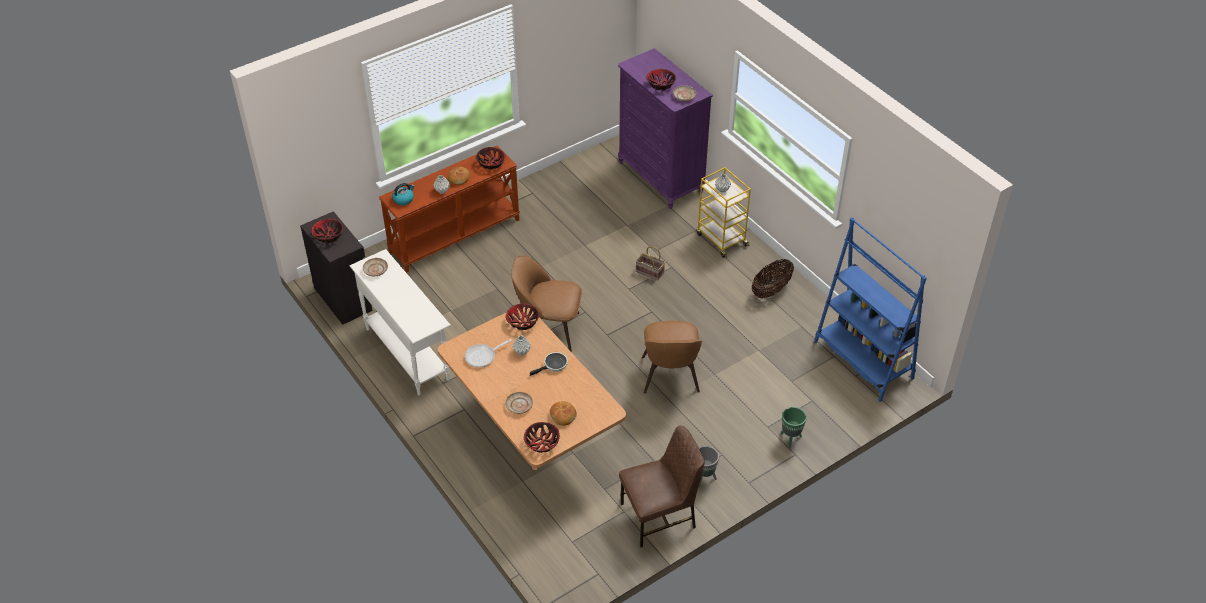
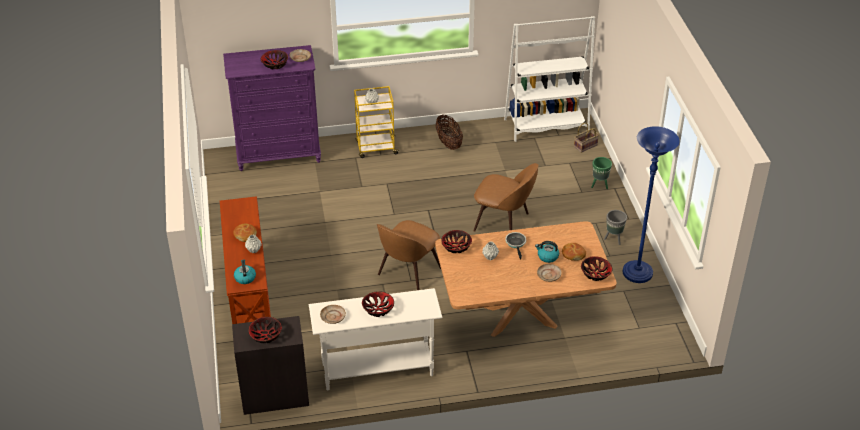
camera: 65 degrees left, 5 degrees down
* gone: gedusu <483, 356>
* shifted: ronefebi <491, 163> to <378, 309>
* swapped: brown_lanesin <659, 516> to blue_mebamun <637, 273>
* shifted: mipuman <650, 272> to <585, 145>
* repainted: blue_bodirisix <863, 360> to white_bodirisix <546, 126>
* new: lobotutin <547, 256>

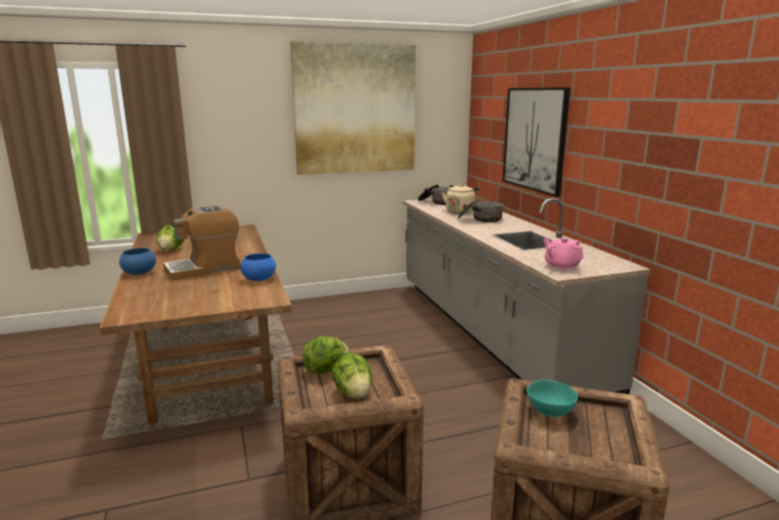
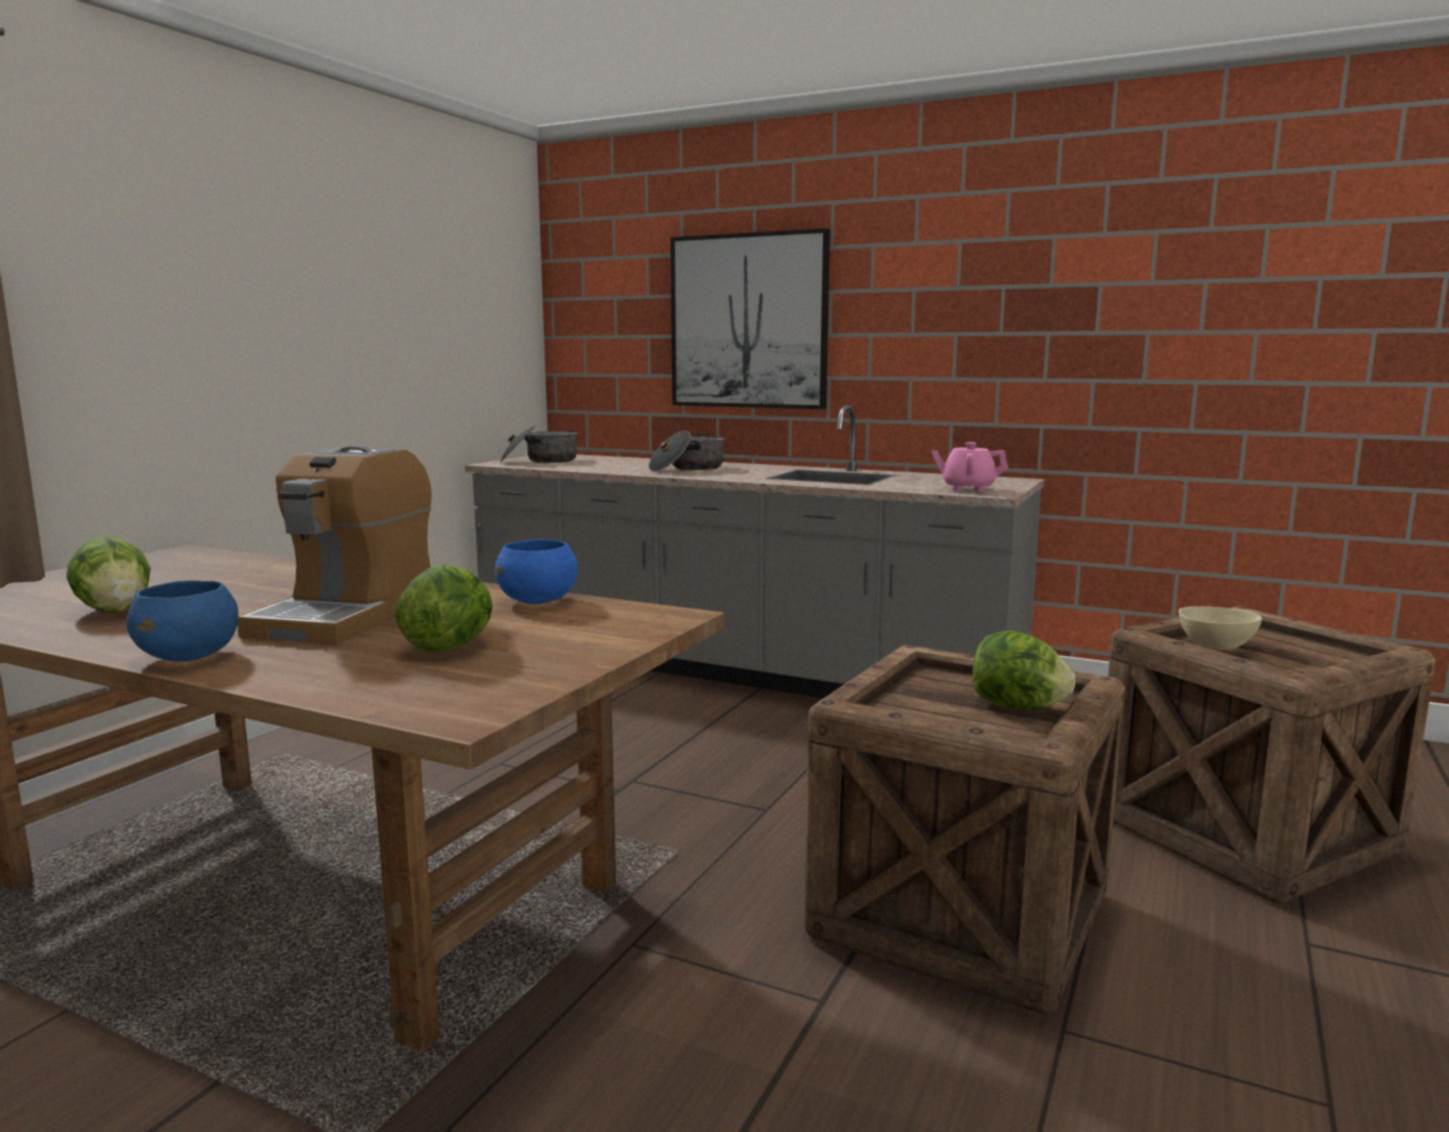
camera: 45 degrees left, 5 degrees down
* gone: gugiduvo <355, 109>
* shifted: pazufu <327, 370> to <450, 646>
* gone: beige_lobotutin <460, 211>
* repainted: turquoise_ronefebi <550, 412> to beige_ronefebi <1217, 647>

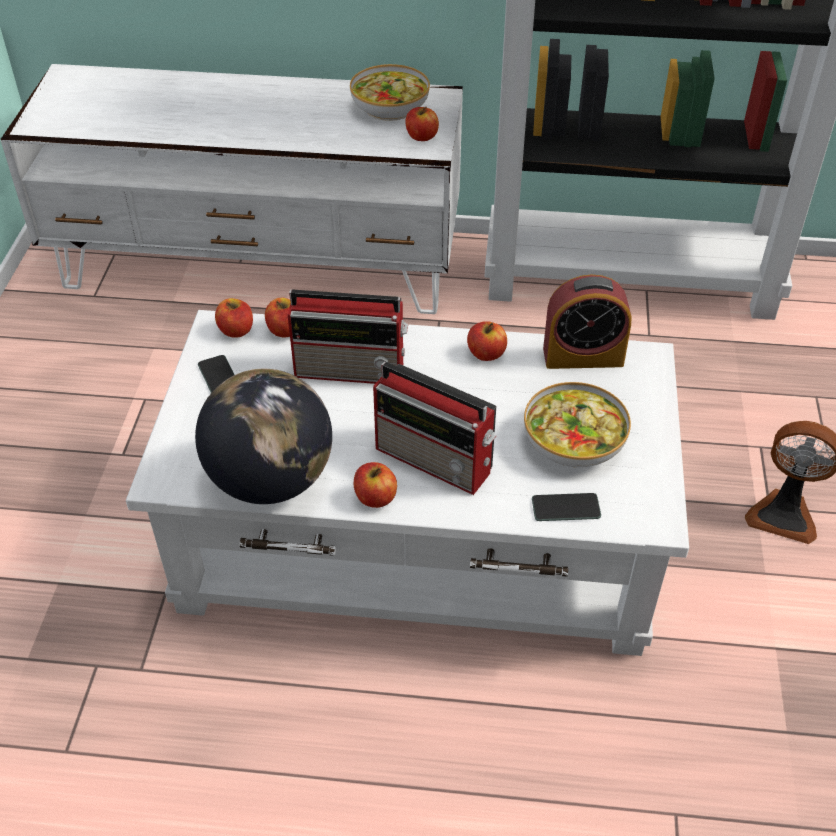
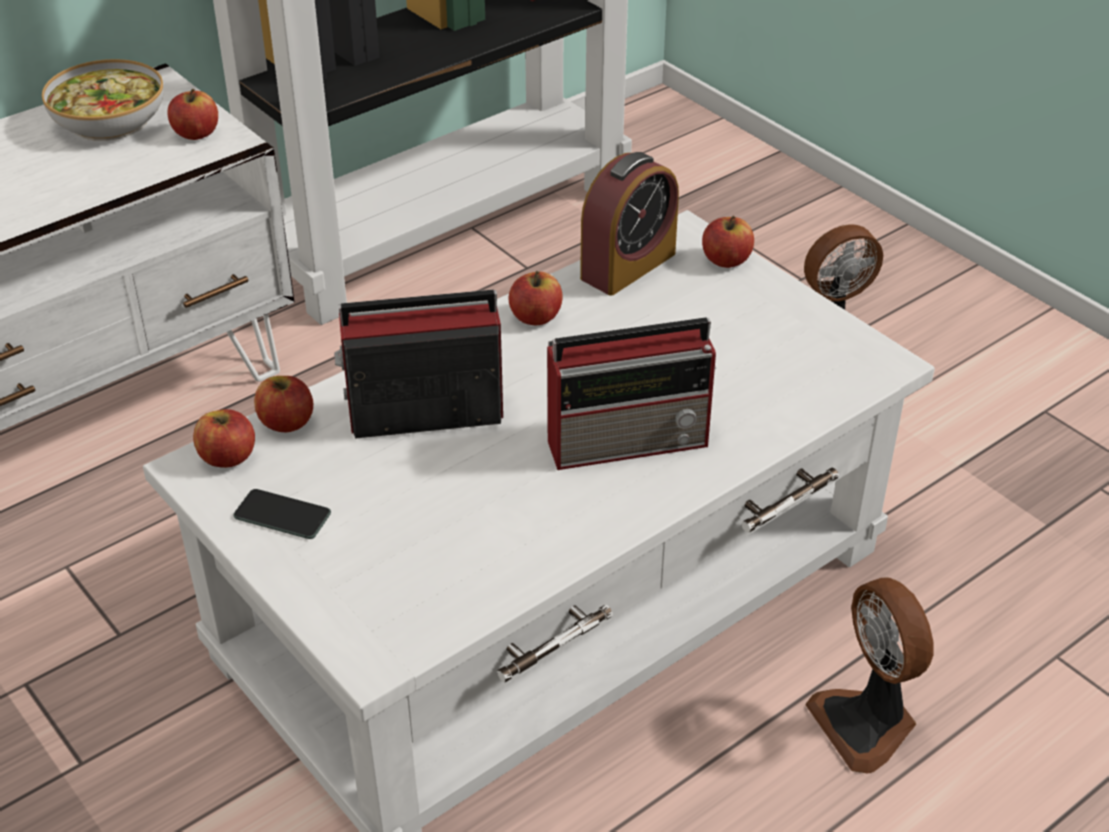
camera: 45 degrees left, 5 degrees down
* gone: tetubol <270, 480>
* rotated: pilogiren <352, 369> = <422, 414> 150 degrees counterclockwise
* shifted: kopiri <375, 497> to <726, 260>
* gone: ronefebi <573, 442>
* gone: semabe <566, 508>
* new: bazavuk <866, 724>

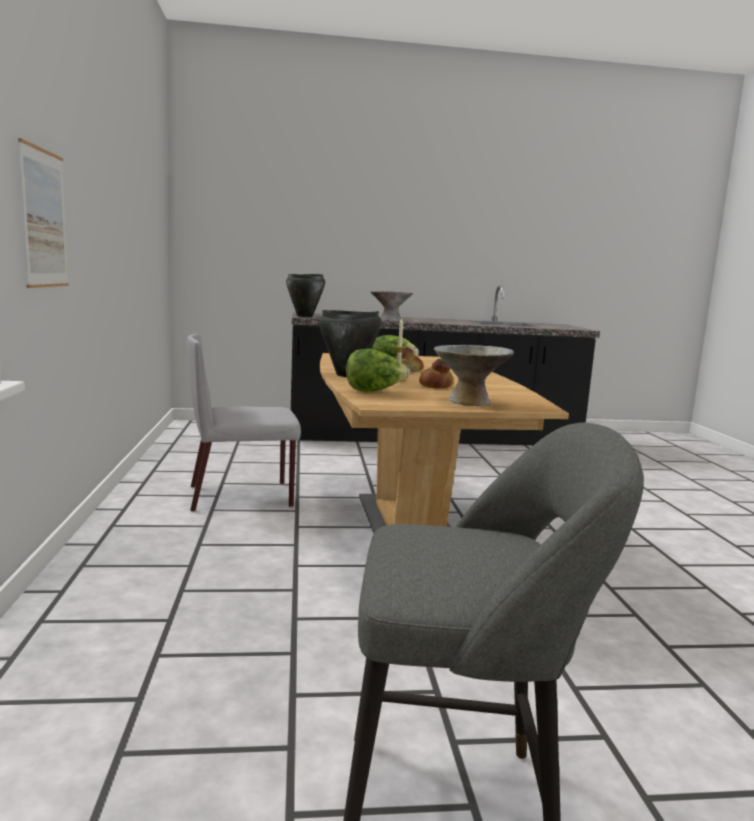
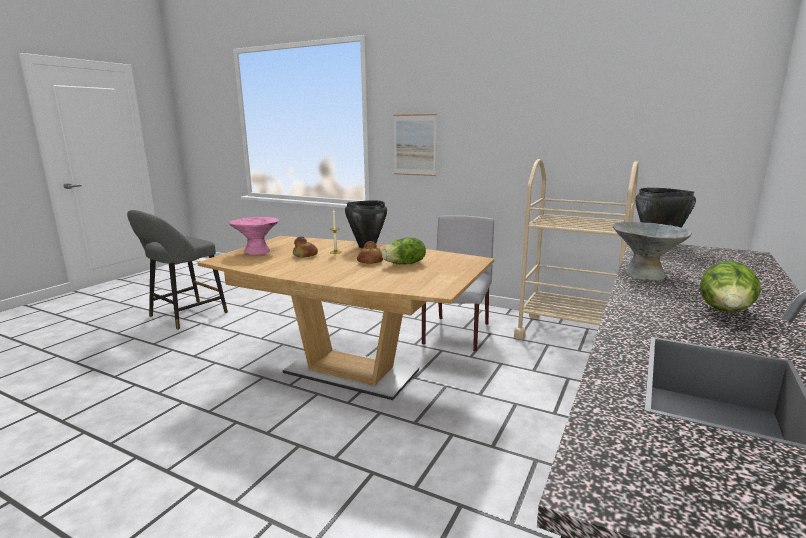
camera: 125 degrees right, 5 degrees up
* shifted: pazufu <374, 392> to <725, 312>
* repainted: grey_ronefebi <469, 401> to pink_ronefebi <257, 251>
* new: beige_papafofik <568, 334>

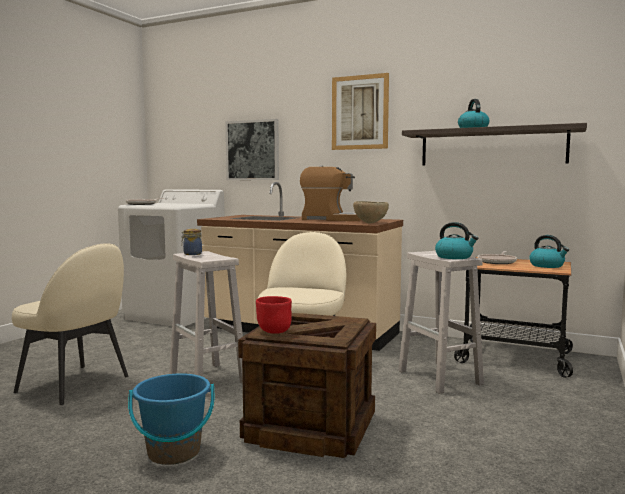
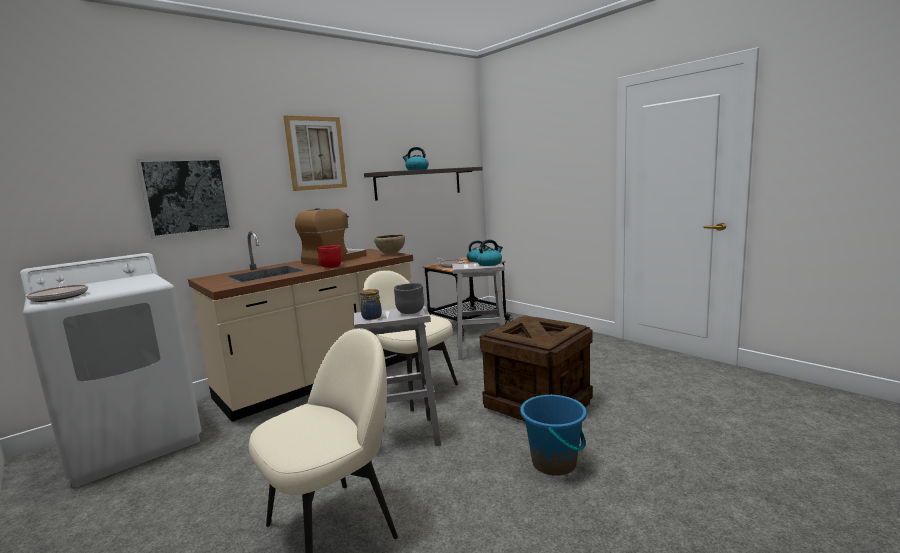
camera: 65 degrees left, 5 degrees up
* shifted: red_ronefebi <274, 331> to <331, 267>
* new: grey_ronefebi <410, 312>

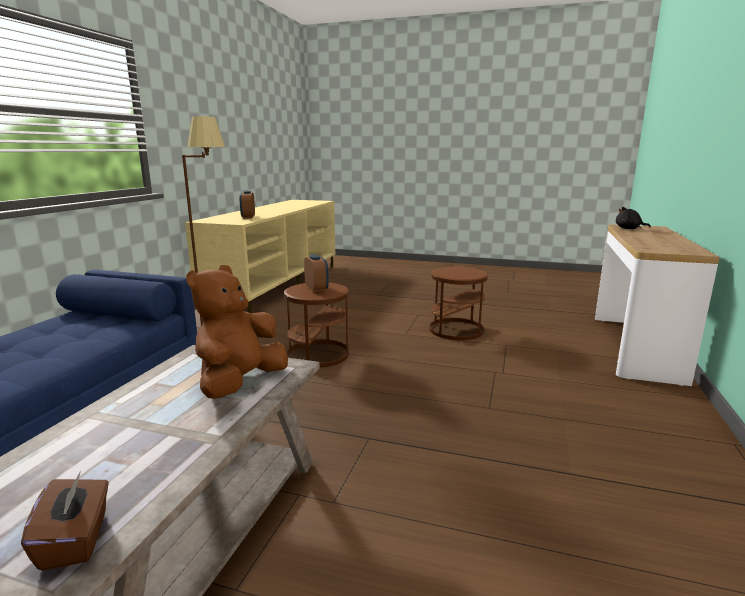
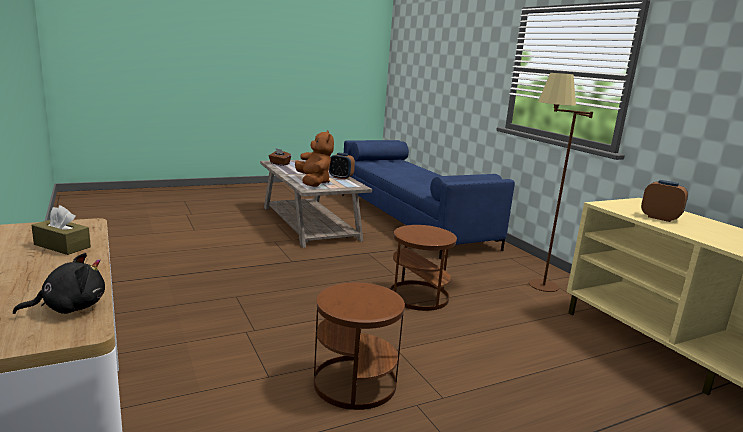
camera: 135 degrees right, 0 degrees up
* shifted: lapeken <316, 289> to <341, 177>
* new: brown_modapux <62, 246>

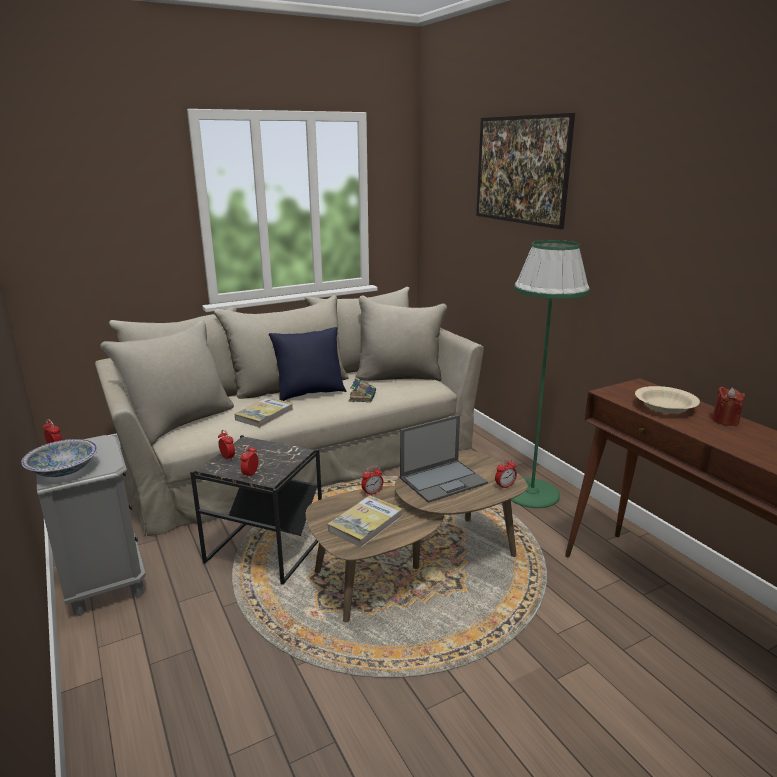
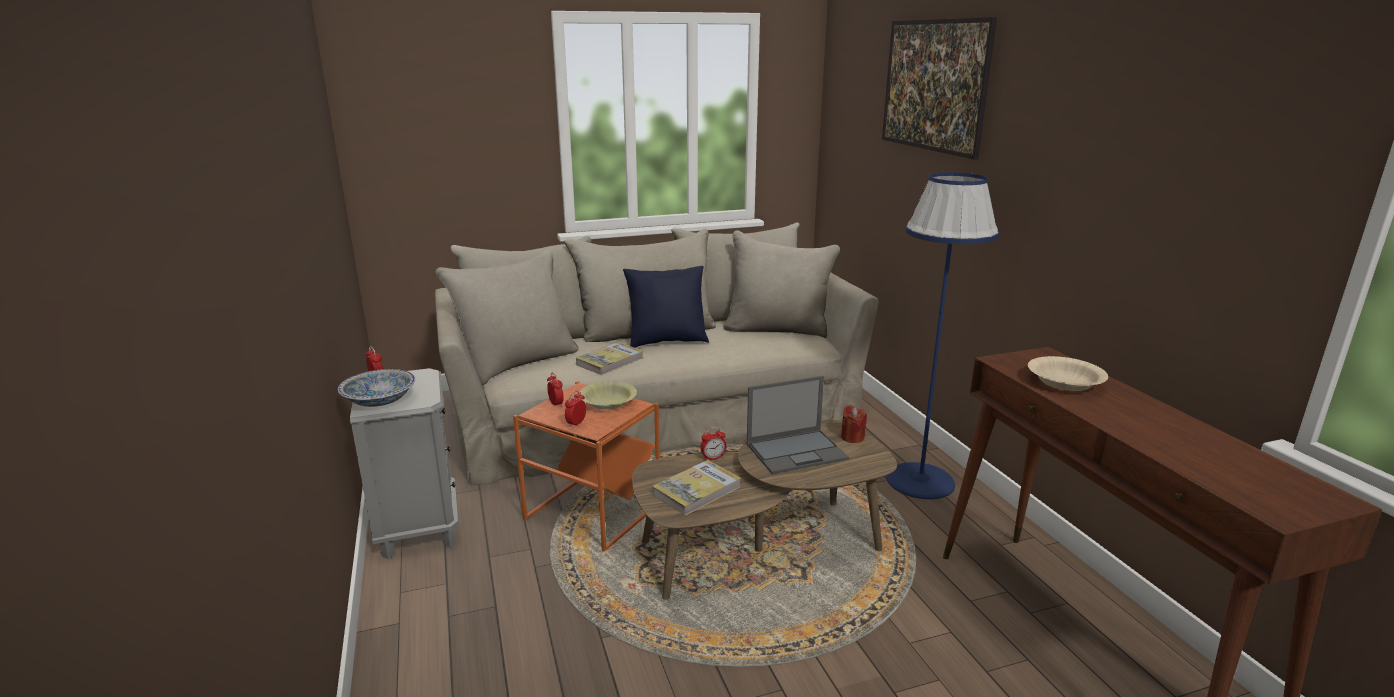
camera: 10 degrees right, 0 degrees up
* repainted: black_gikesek <265, 550> to orange_gikesek <593, 513>
* gone: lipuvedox <362, 396>
* gone: lapeken <505, 486>
* repainted: green_mebamun <532, 493> to blue_mebamun <920, 481>
* shifted: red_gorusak <725, 420> to <852, 437>
* new: yellow_ronefebi <608, 403>

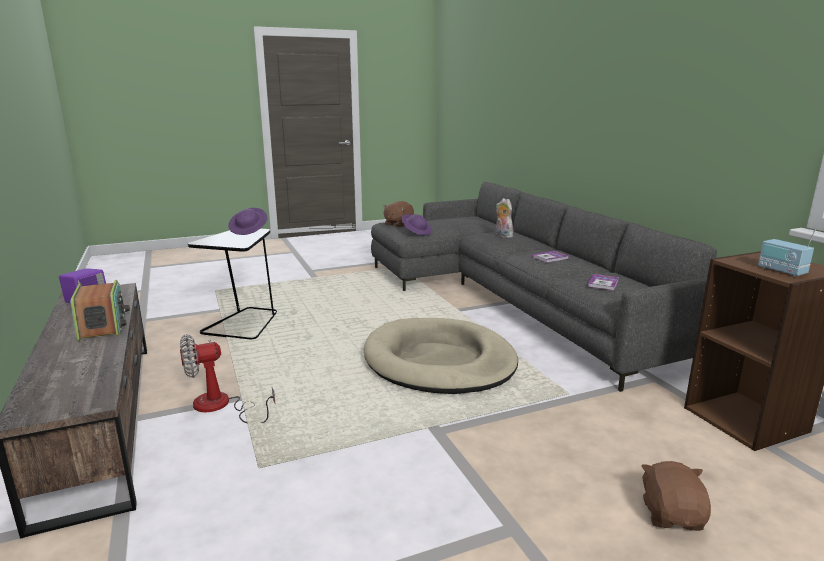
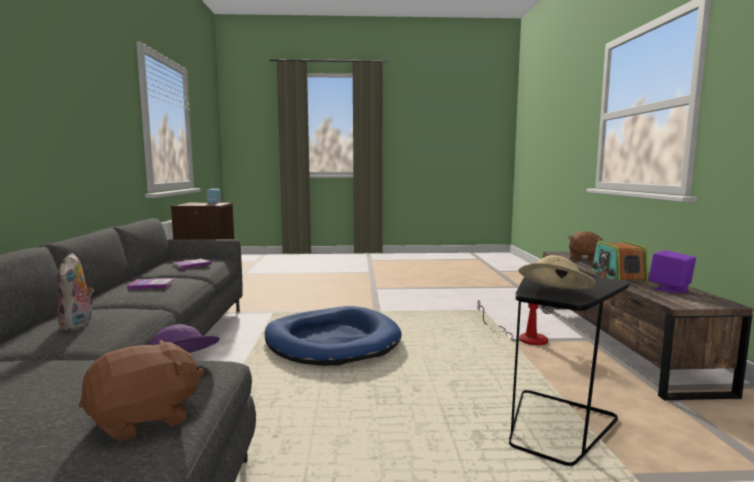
camera: 160 degrees left, 10 degrees down
* repainted: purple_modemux <249, 230> to beige_modemux <553, 294>
* repainted: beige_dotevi <439, 361> to blue_dotevi <332, 341>
* shifted: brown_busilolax <672, 515> to <583, 259>

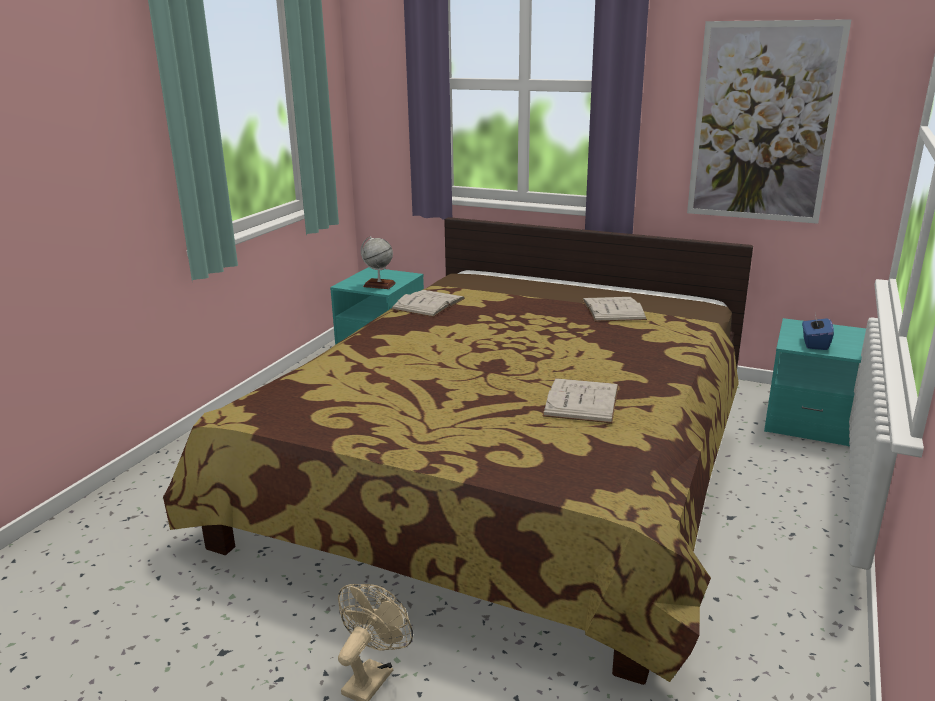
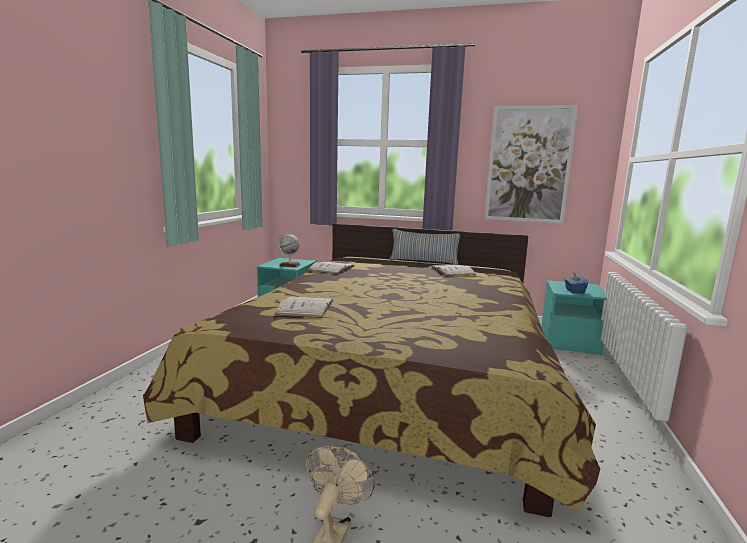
camera: 10 degrees left, 10 degrees down
* shifted: white_lipuvedox <581, 400> to <305, 307>
* new: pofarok <424, 262>

